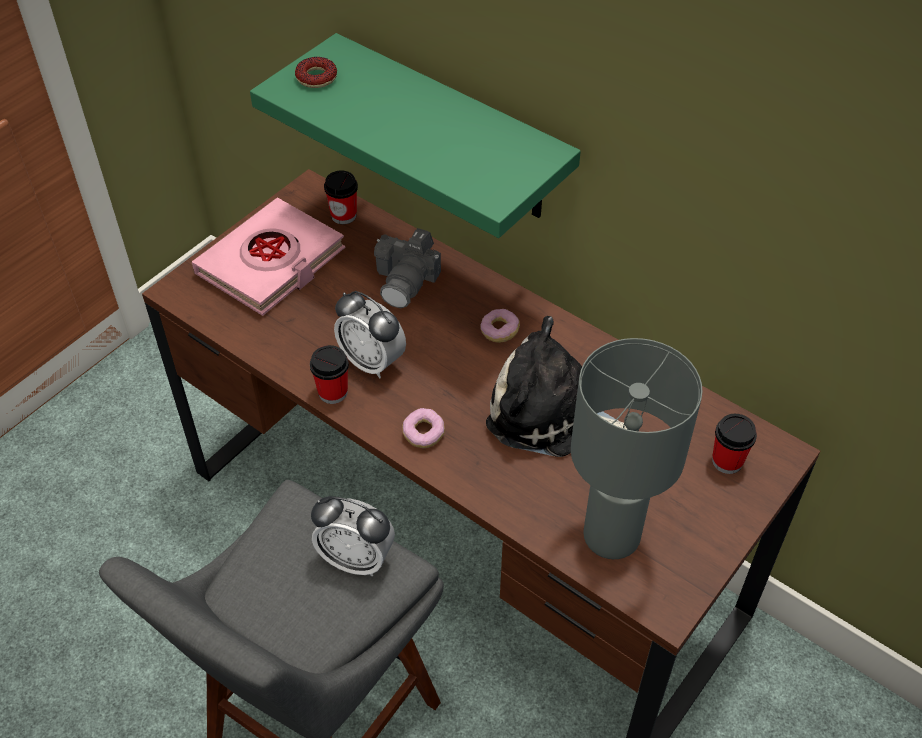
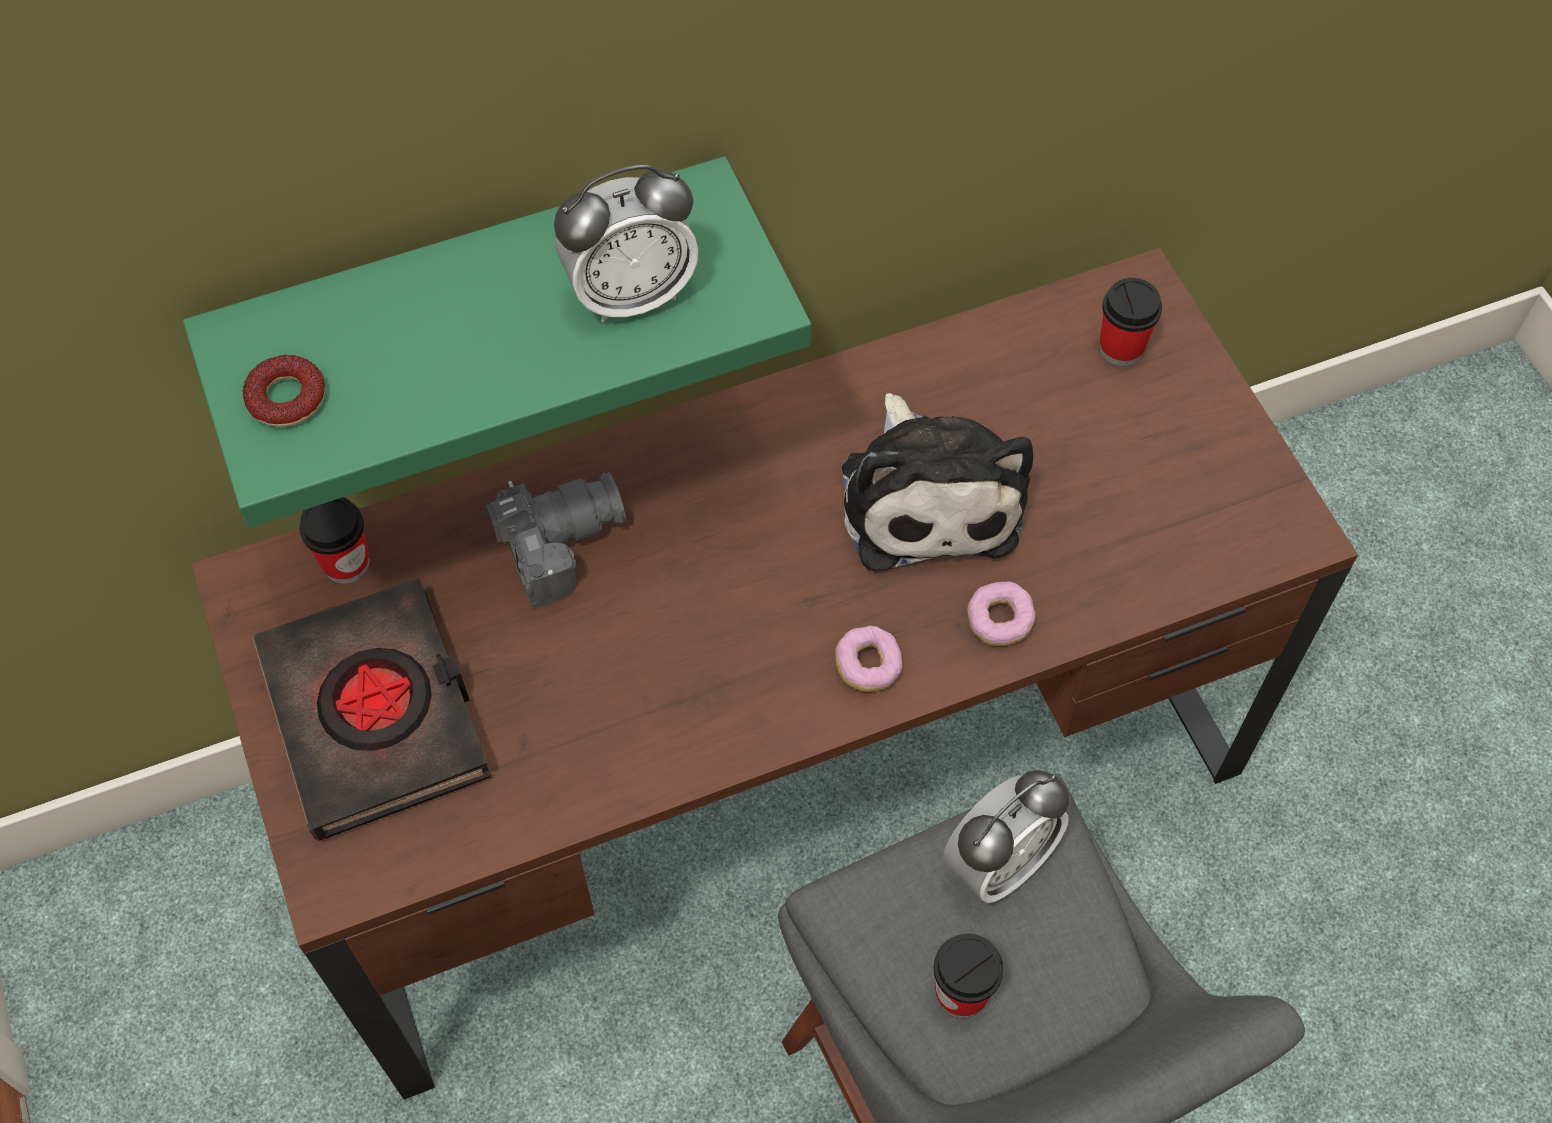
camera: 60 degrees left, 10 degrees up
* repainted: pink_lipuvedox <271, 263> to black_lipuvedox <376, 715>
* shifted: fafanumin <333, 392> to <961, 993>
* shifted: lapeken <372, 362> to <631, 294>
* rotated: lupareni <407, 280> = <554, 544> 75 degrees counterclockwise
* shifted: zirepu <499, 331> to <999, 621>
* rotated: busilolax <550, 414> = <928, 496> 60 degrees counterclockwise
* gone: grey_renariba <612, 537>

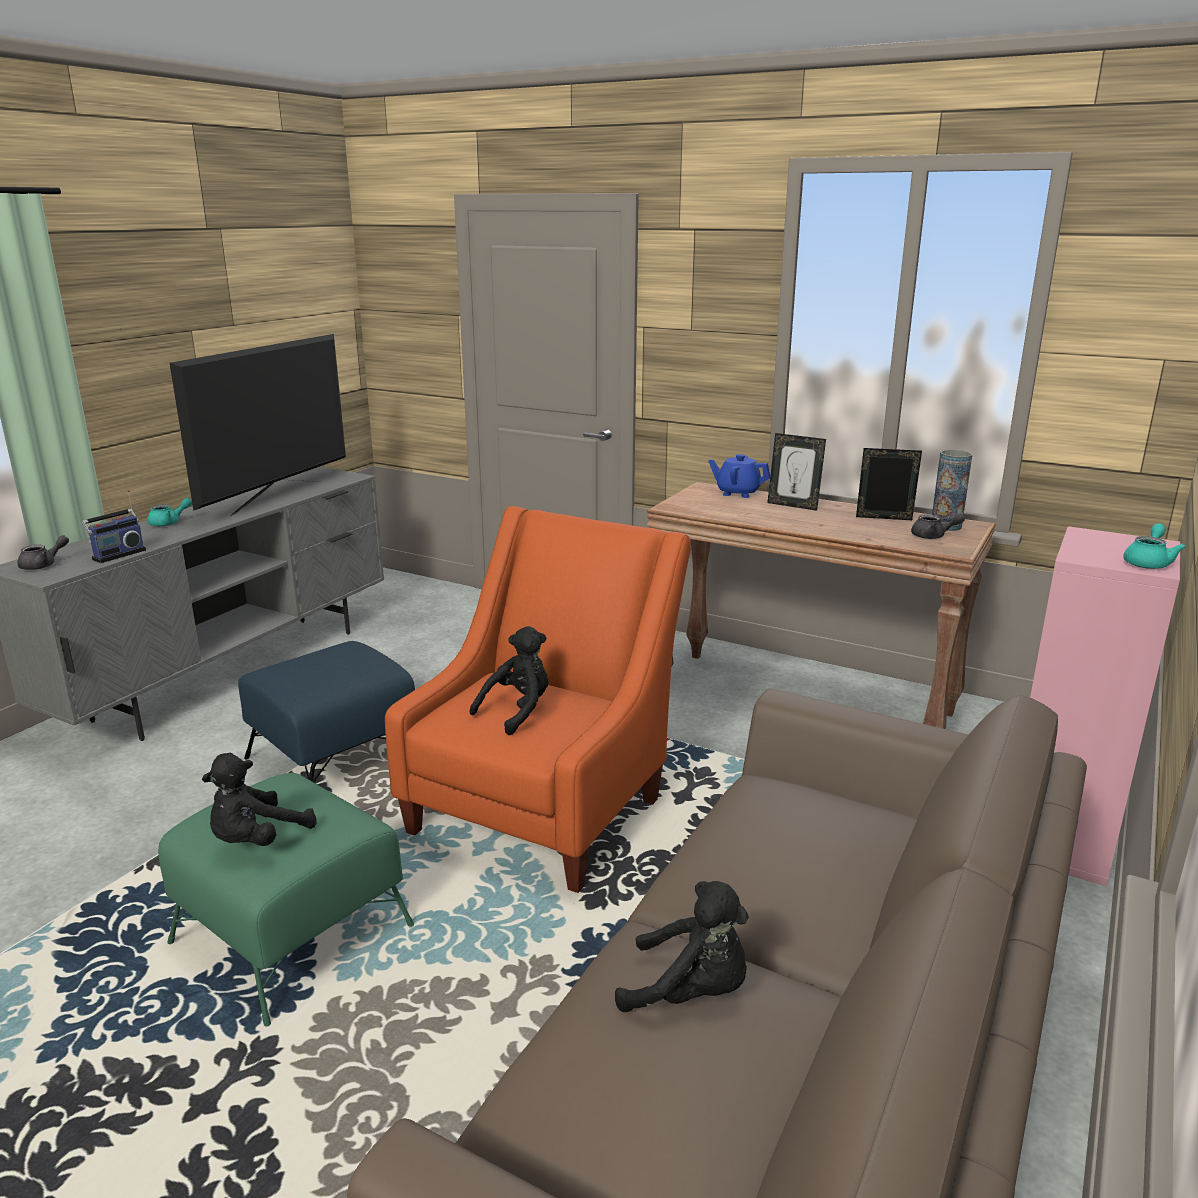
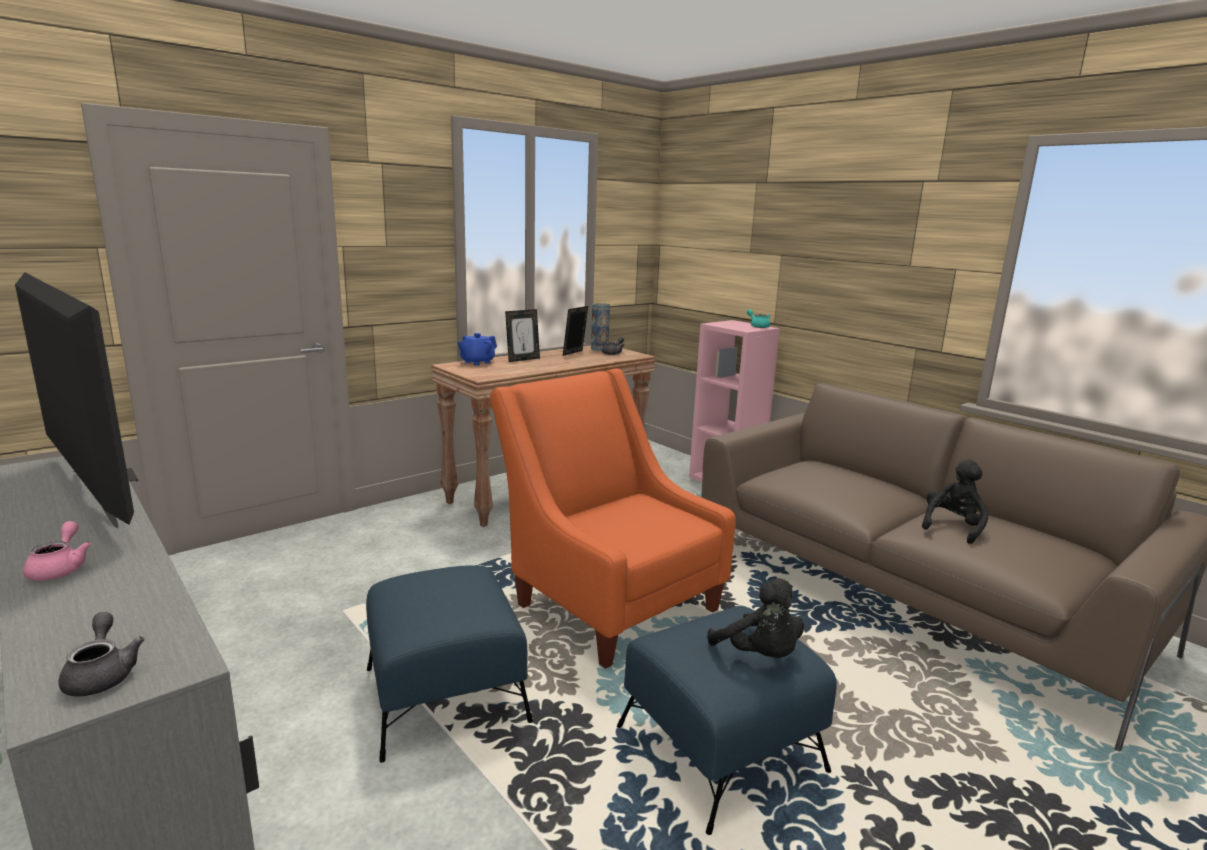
camera: 70 degrees left, 5 degrees down
* gone: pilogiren <117, 554>
* repainted: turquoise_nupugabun <169, 523> to pink_nupugabun <60, 568>
* repainted: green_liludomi <292, 934> to blue_liludomi <718, 749>
* gone: black_busilolax <518, 711>

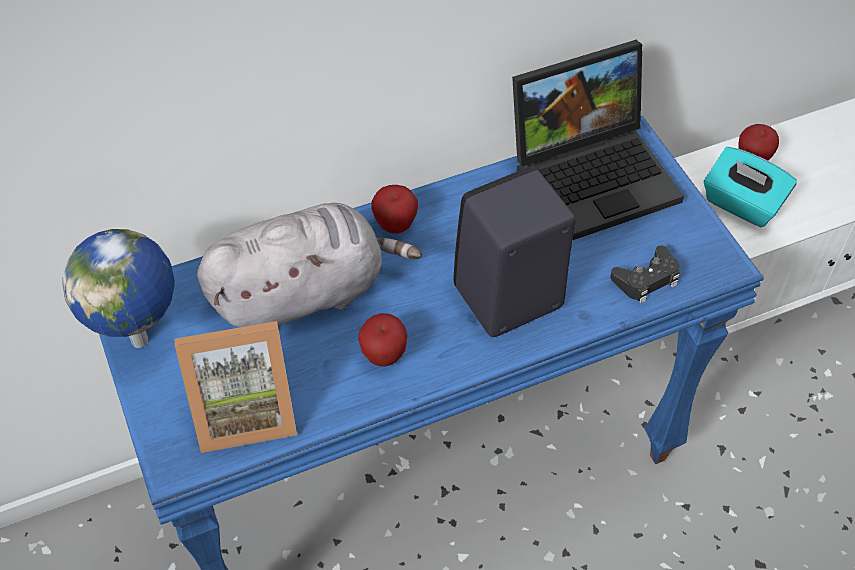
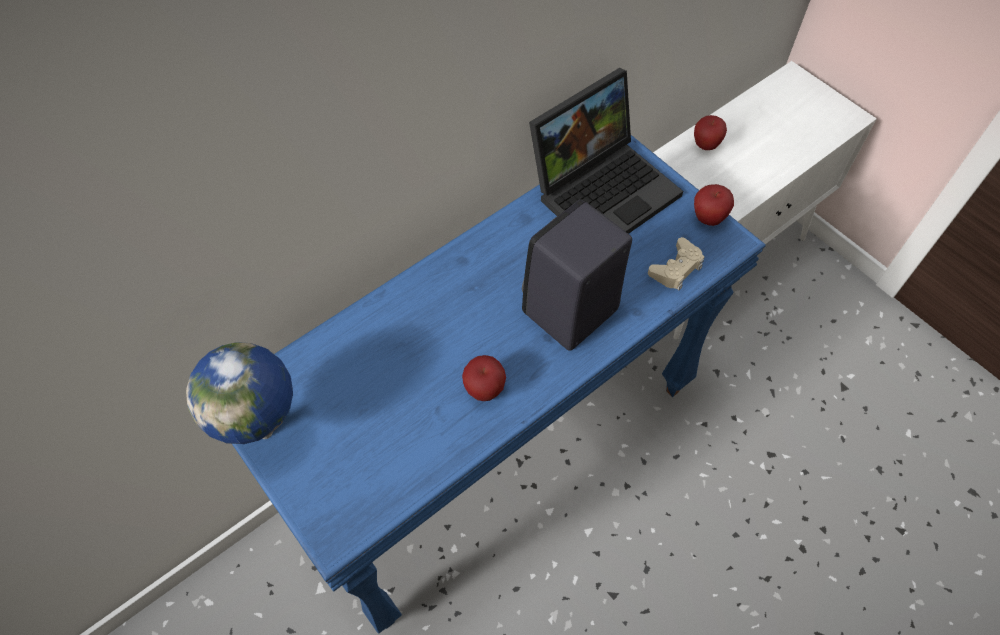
camera: 15 degrees left, 5 degrees up
* gone: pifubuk <244, 411>
* gone: grey_busilolax <305, 293>
* shifted: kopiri <395, 225> to <708, 218>
* repainted: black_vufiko <646, 279> to beige_vufiko <676, 268>
* gone: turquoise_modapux <741, 204>

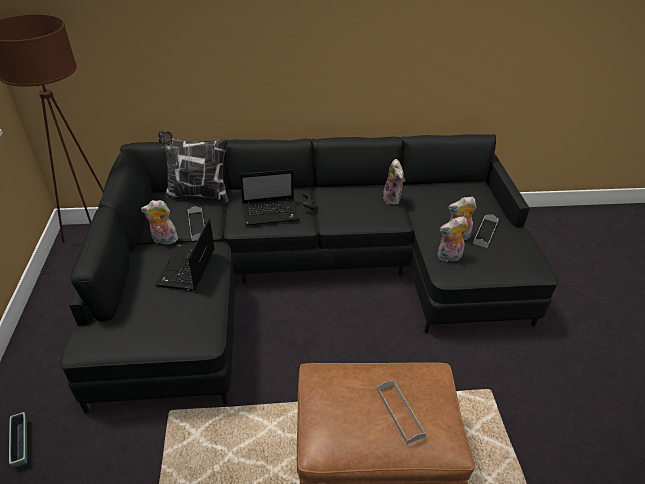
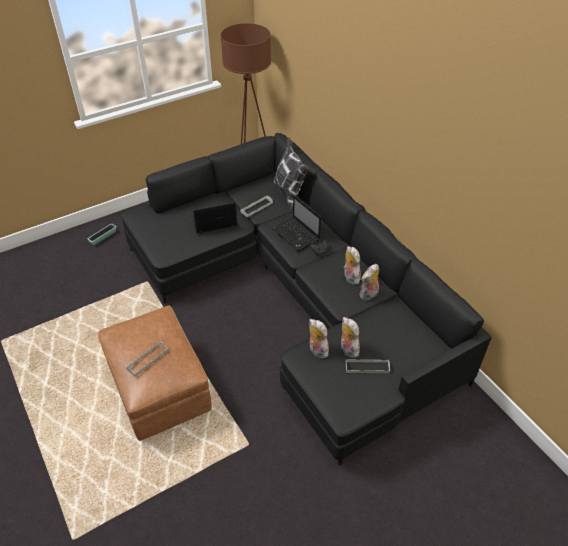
camera: 65 degrees right, 5 degrees up
* shifted: busilolax <163, 240> to <350, 277>

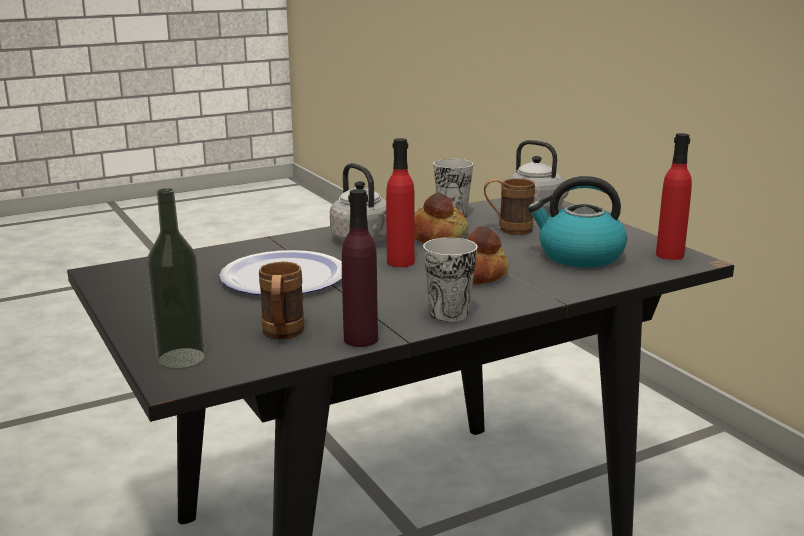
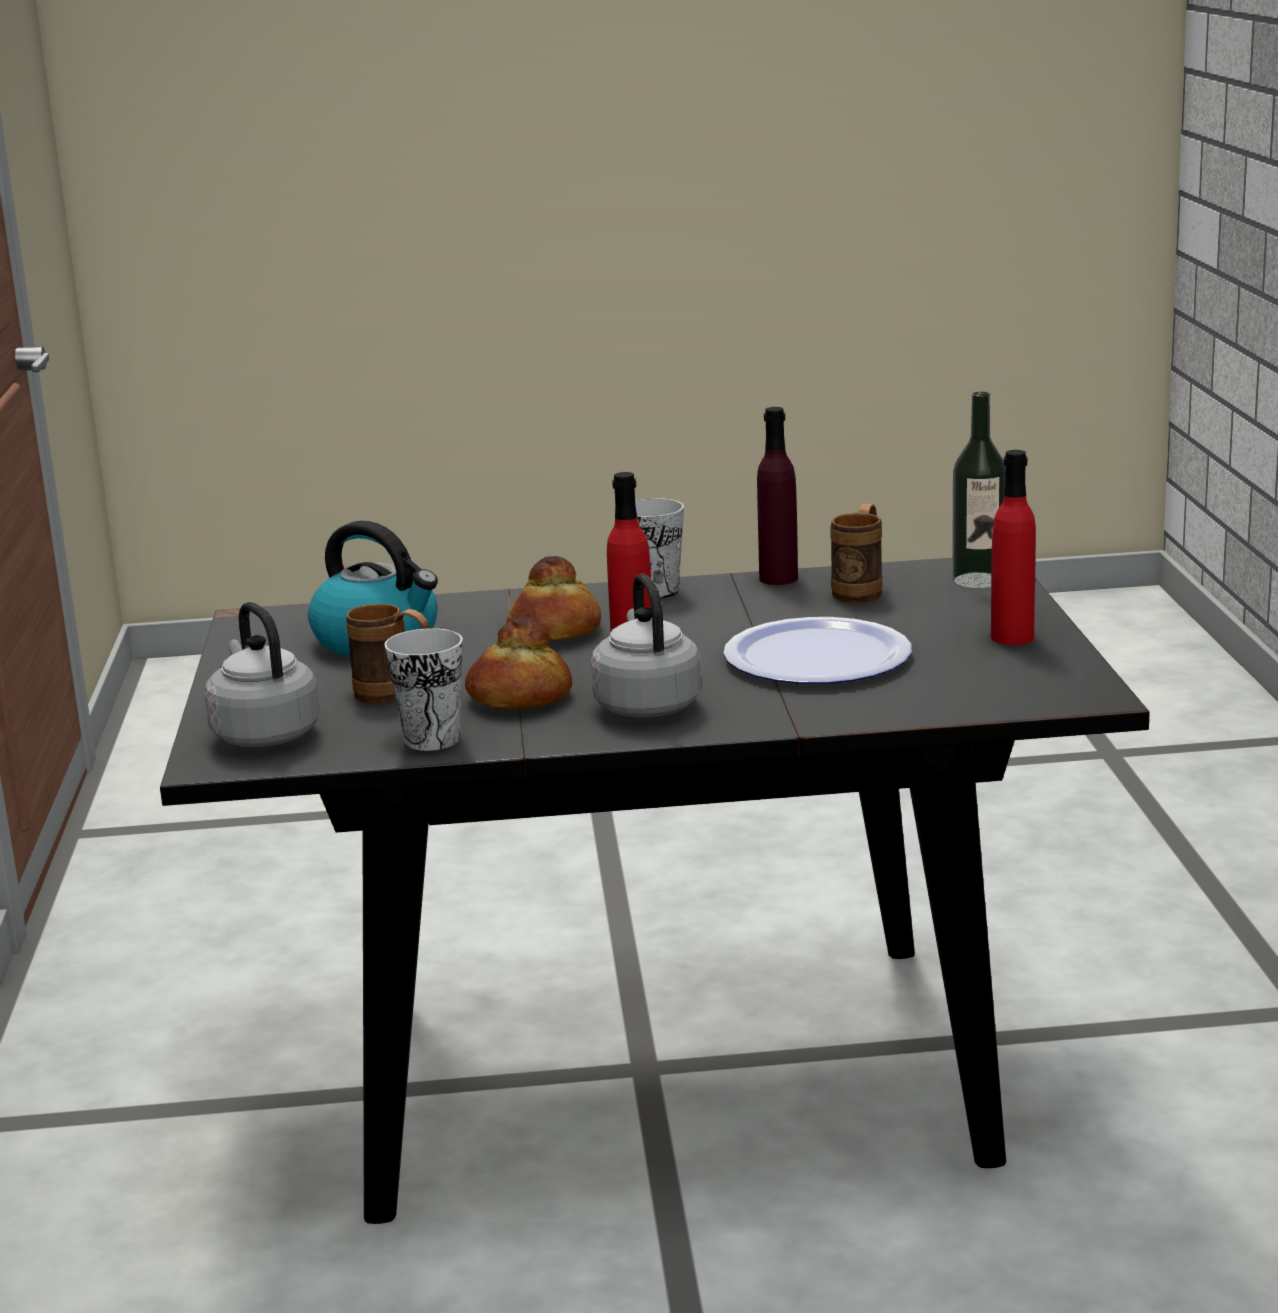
camera: 155 degrees left, 0 degrees up
* shifted: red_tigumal <669, 255> to <1012, 637>

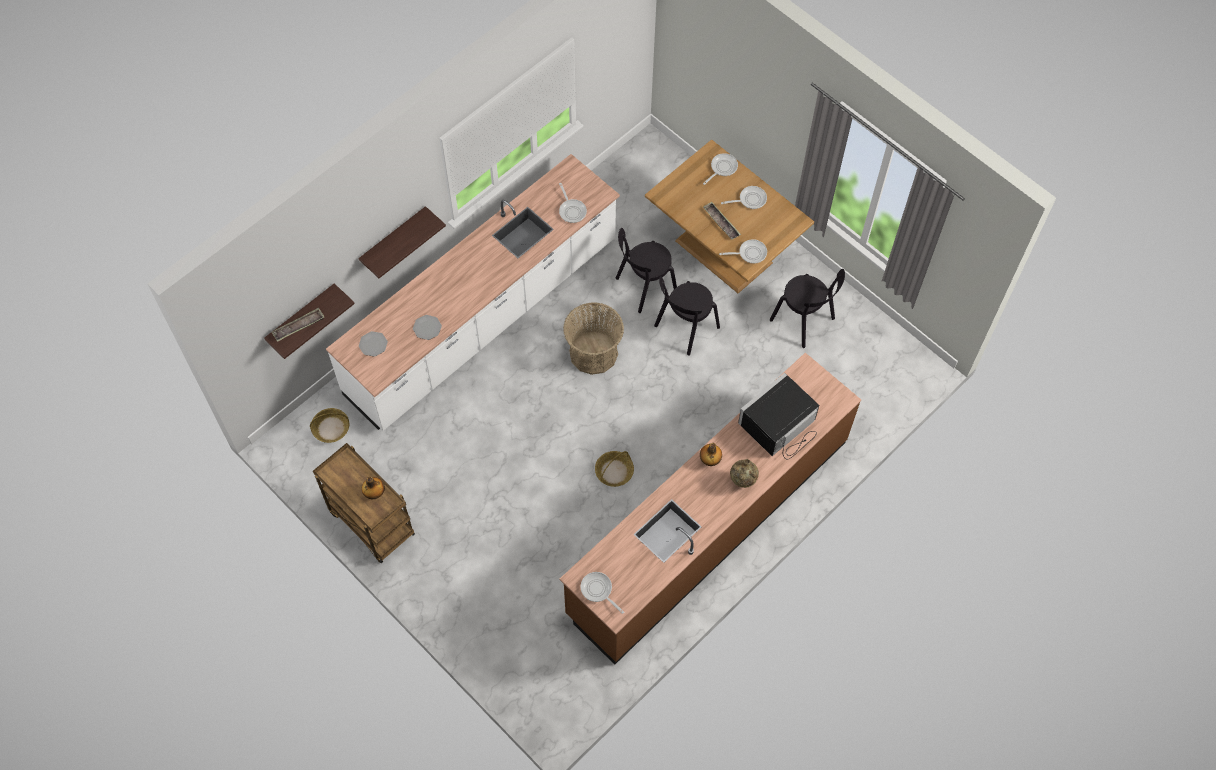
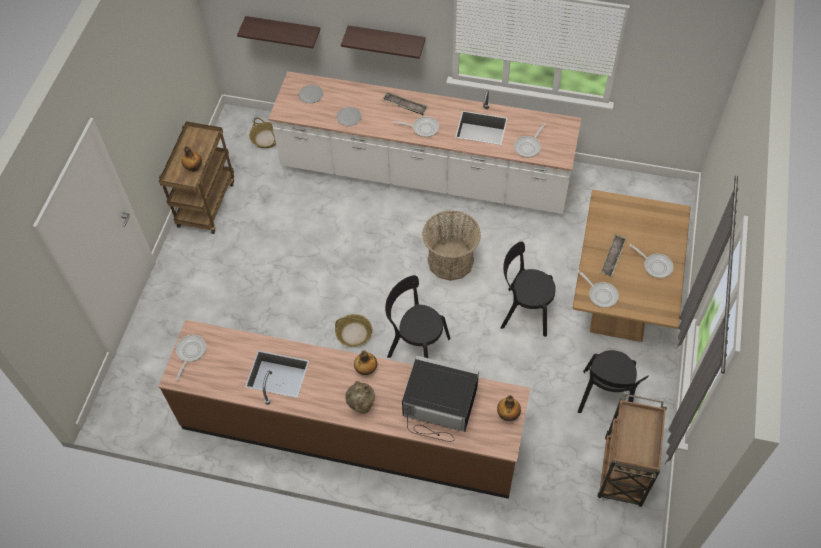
camera: 60 degrees right, 5 degrees down
* shifted: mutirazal <299, 326> to <405, 105>
* shifted: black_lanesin <643, 287> to <416, 345>
* shifted: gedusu <722, 168> to <423, 128>
* new: tigumal <508, 414>
* new: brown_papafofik <622, 473>

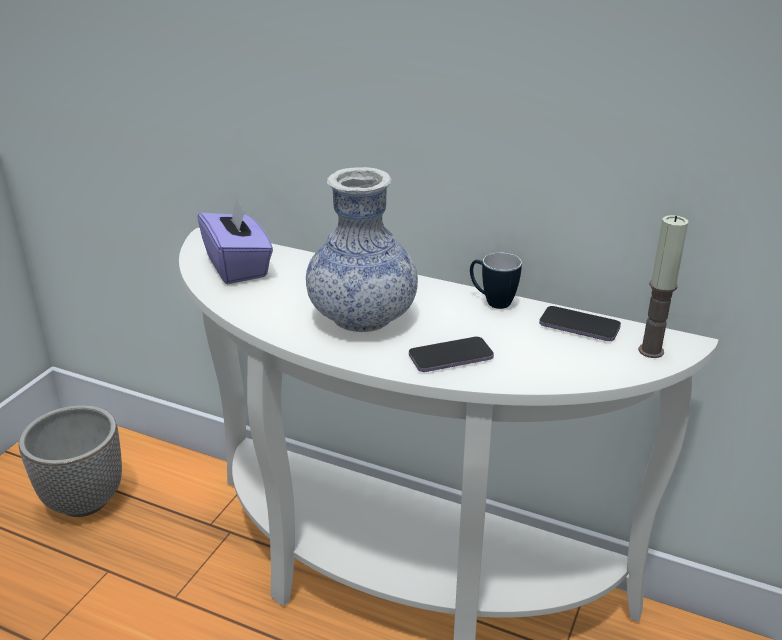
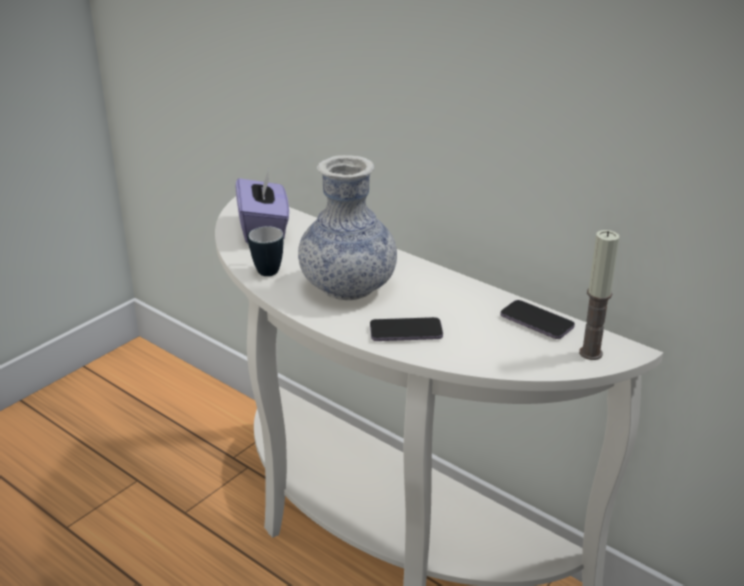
camera: 15 degrees right, 0 degrees up
* gone: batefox <85, 501>
* shifted: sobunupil <492, 302> to <264, 269>

